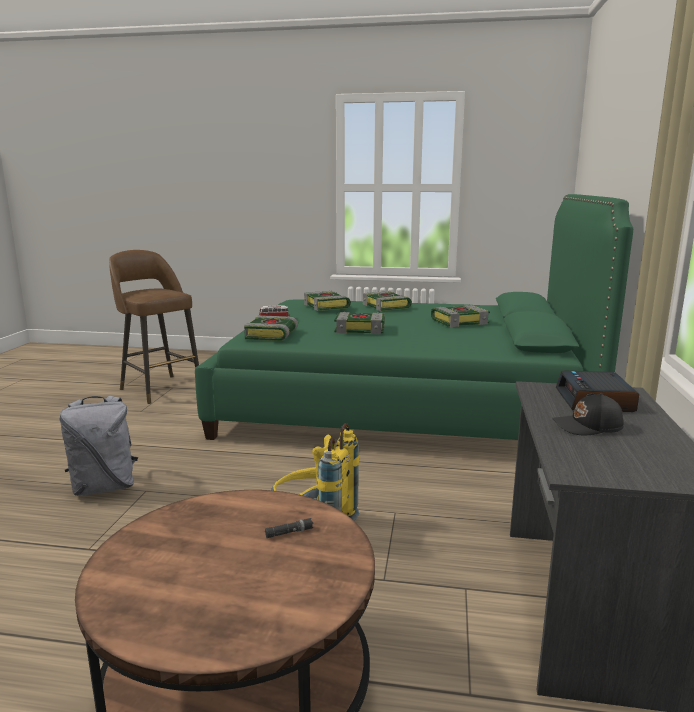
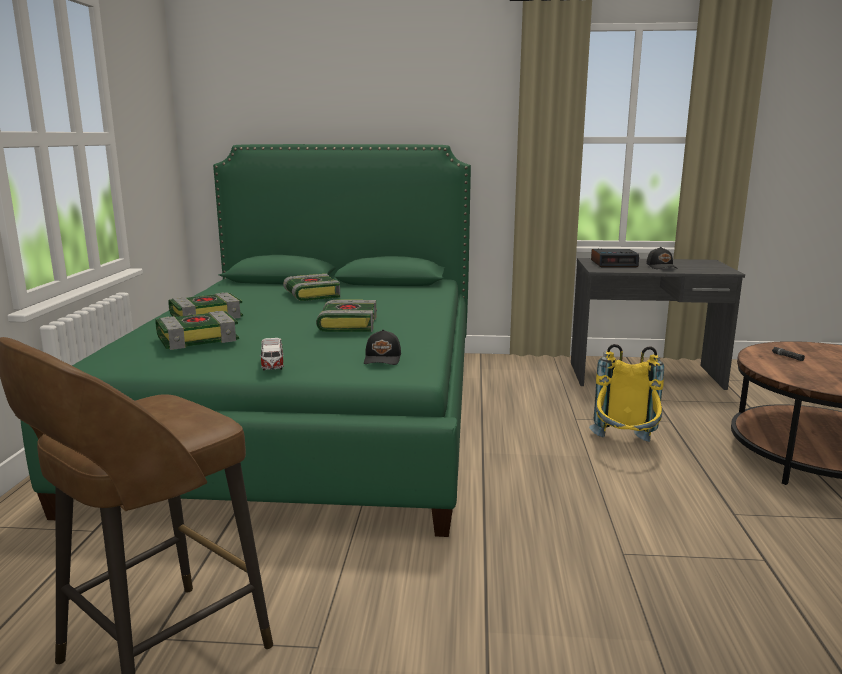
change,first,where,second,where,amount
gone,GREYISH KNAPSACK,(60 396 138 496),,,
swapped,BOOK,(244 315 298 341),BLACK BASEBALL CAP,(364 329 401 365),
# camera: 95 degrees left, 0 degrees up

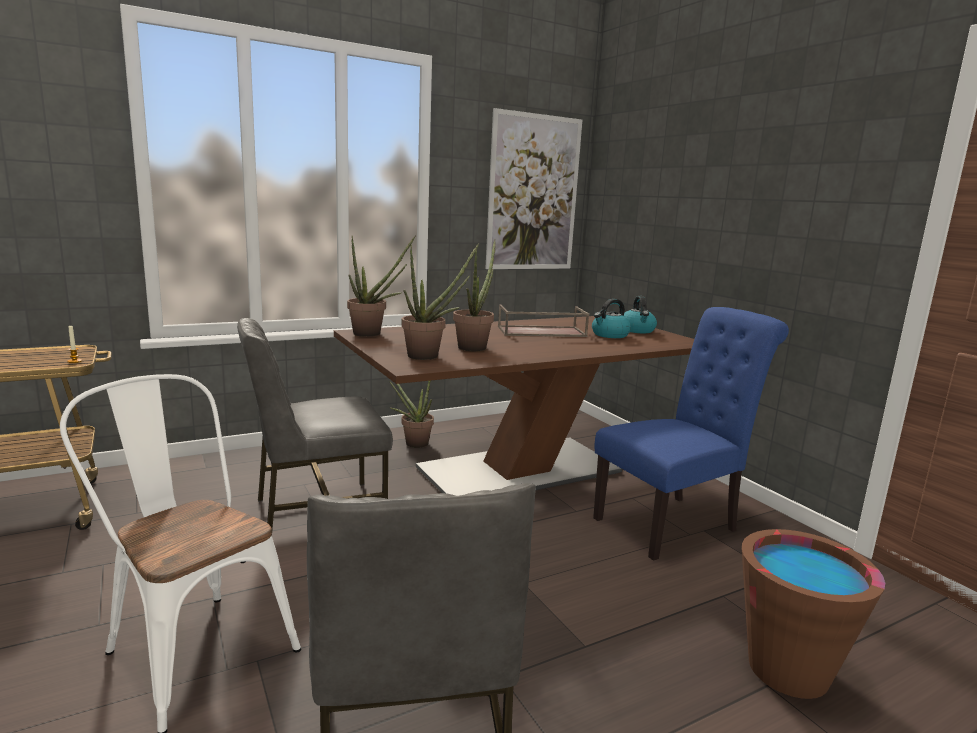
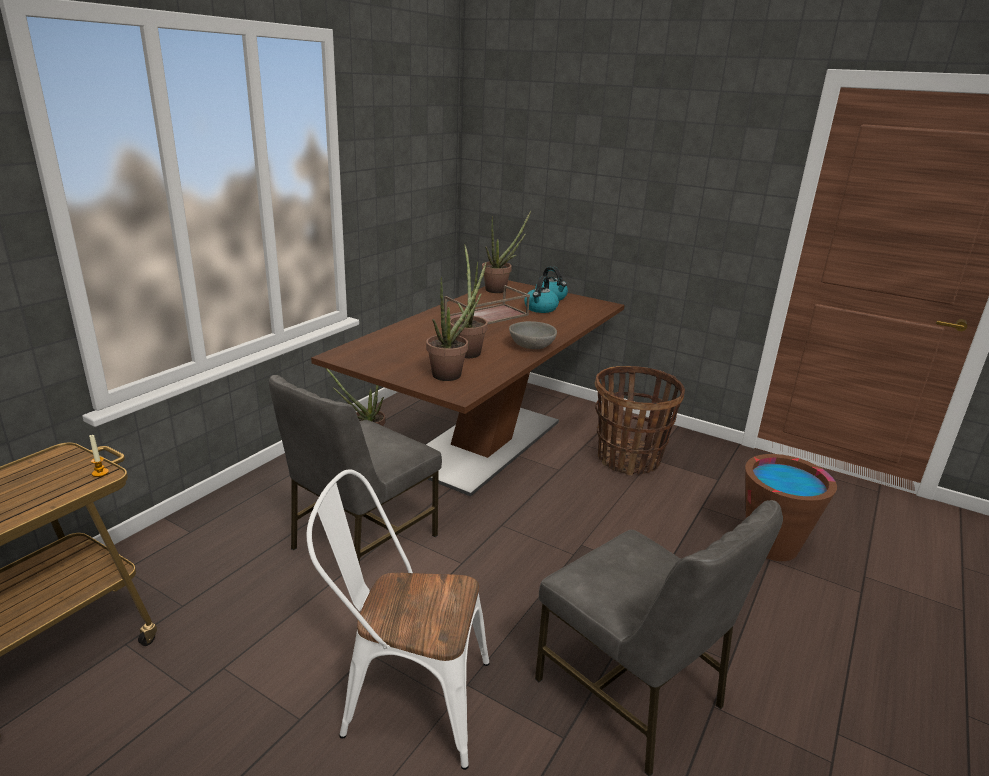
change,first,where,second,where,amount
shifted,PLANT IN A POT,(347 235 416 337),,(482 211 531 293),
gone,WALL PICTURE,(485 108 582 269),,,
swapped,BLUE CHAIR,(593 307 789 561),STORAGE BASKET,(595 366 685 476),
new,,,GREYISH DEEP DISH,(509 321 557 349),
# camera: 30 degrees left, 10 degrees up

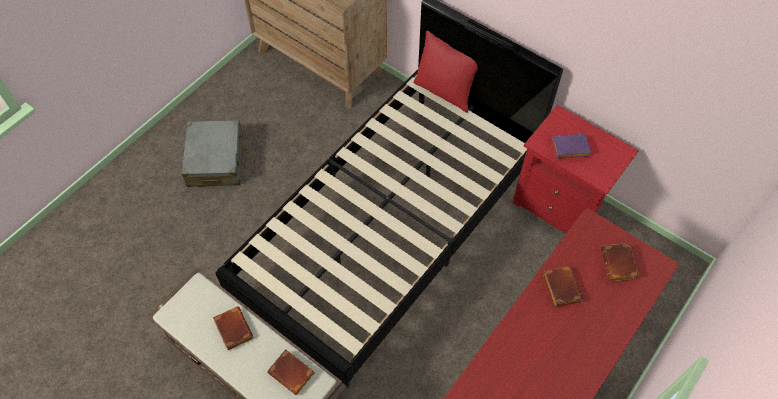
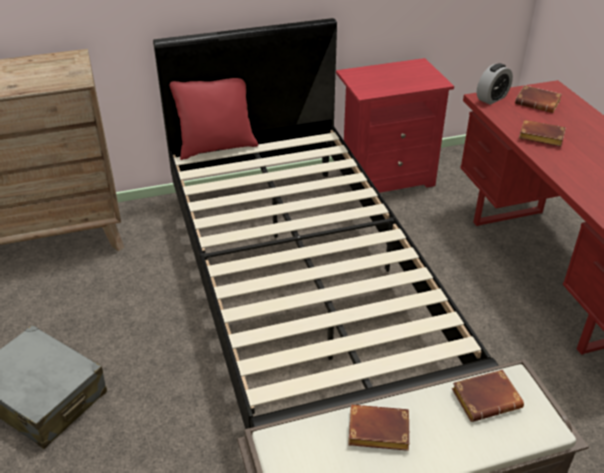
change,first,where,second,where,amount
gone,PURPLISH BOOK,(552 134 591 159),,,
new,,,TABLE CLOCK,(477 63 513 105),
# camera: 55 degrees left, 20 degrees down

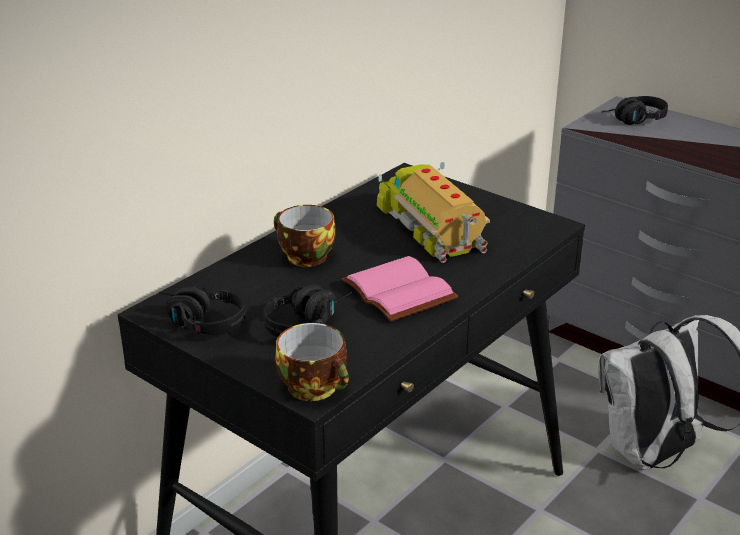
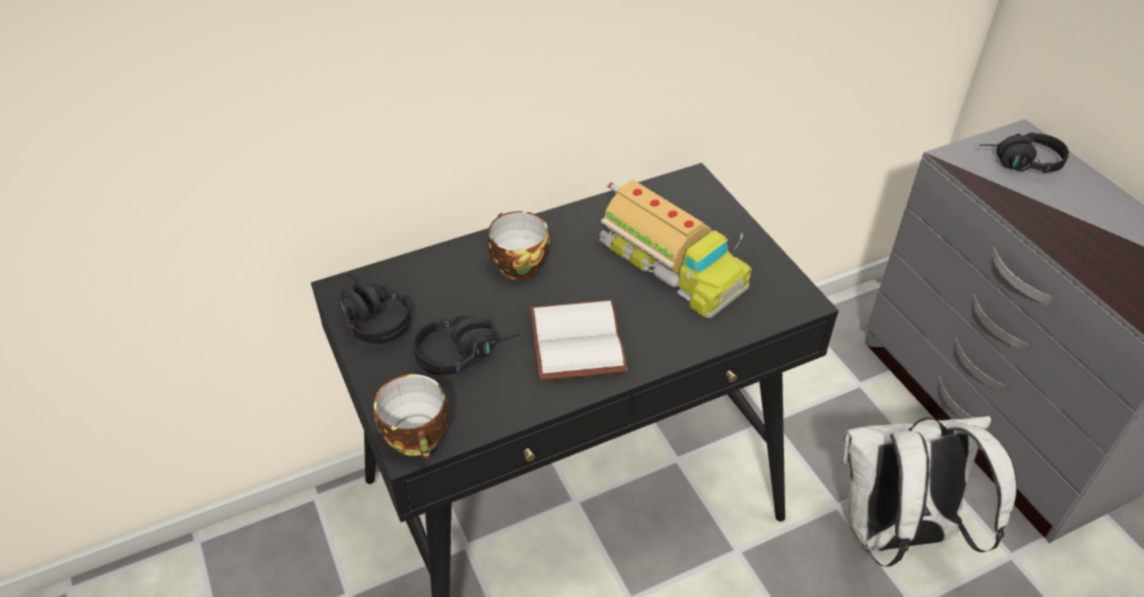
change,first,where,second,where,amount
repainted,PINKISH BOOK,(342 256 458 322),WHITE-COLOURED BOOK,(530 300 627 380),
rotated,TOY TRUCK,(377 162 490 263),,(600 180 752 318),135 degrees clockwise
# camera: 25 degrees right, 15 degrees up

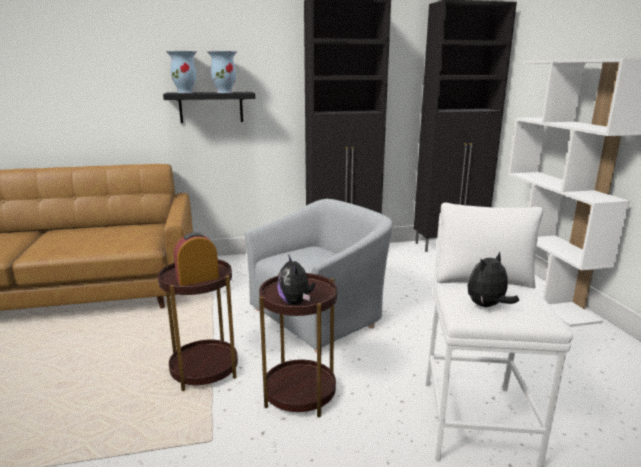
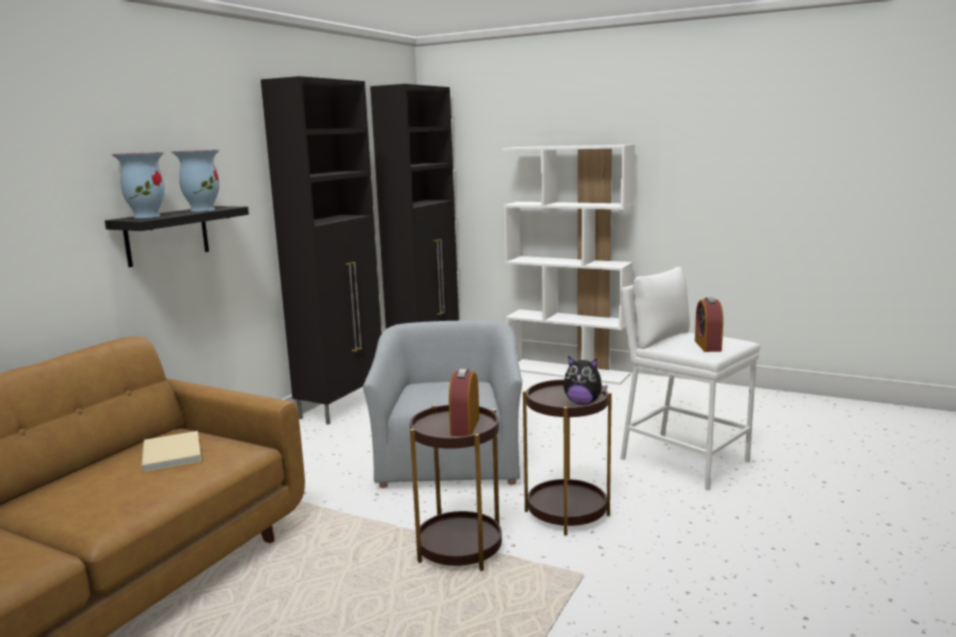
change,first,where,second,where,amount
swapped,PLUSH TOY,(467 251 519 307),TABLE CLOCK,(695 297 723 352),
new,,,BEIGE BOOK,(141 431 201 472),
# camera: 50 degrees left, 5 degrees down

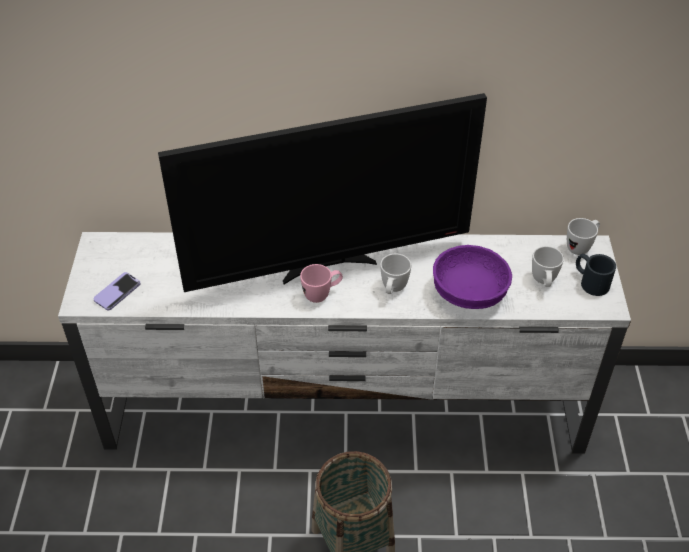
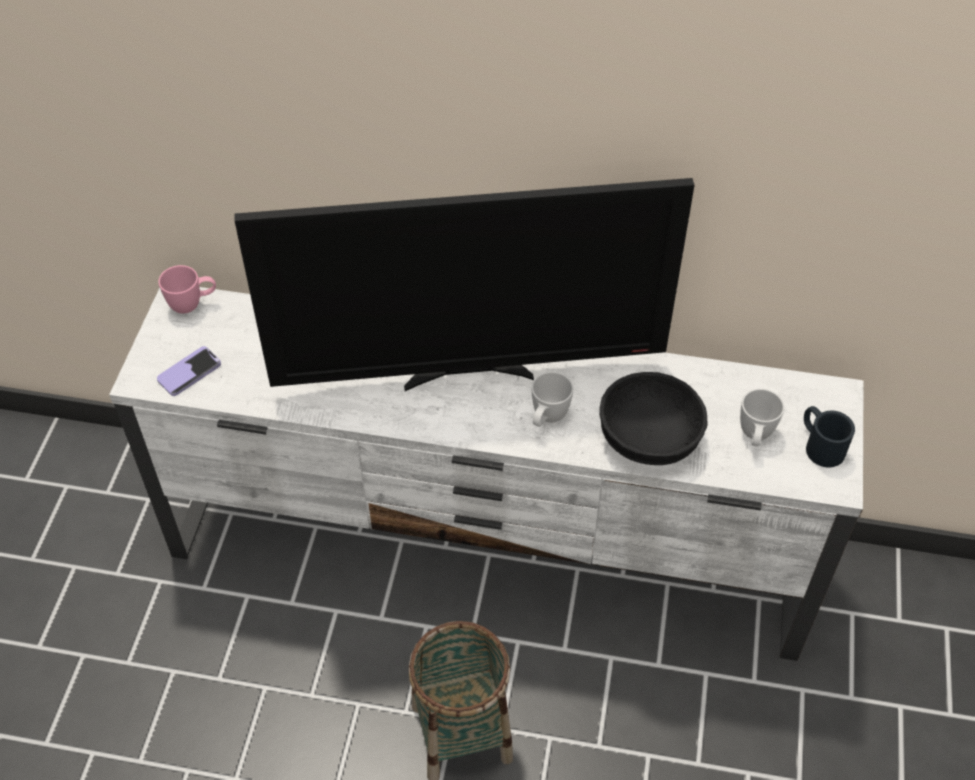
change,first,where,second,where,amount
shifted,PINKISH MUG,(300 264 343 303),,(158 265 216 314),
repainted,PURPLISH DEEP DISH,(433 245 512 309),BLACK DEEP DISH,(599 372 708 465),
gone,WHITE-COLOURED MUG,(567 218 600 255),,,
# camera: 10 degrees right, 5 degrees up

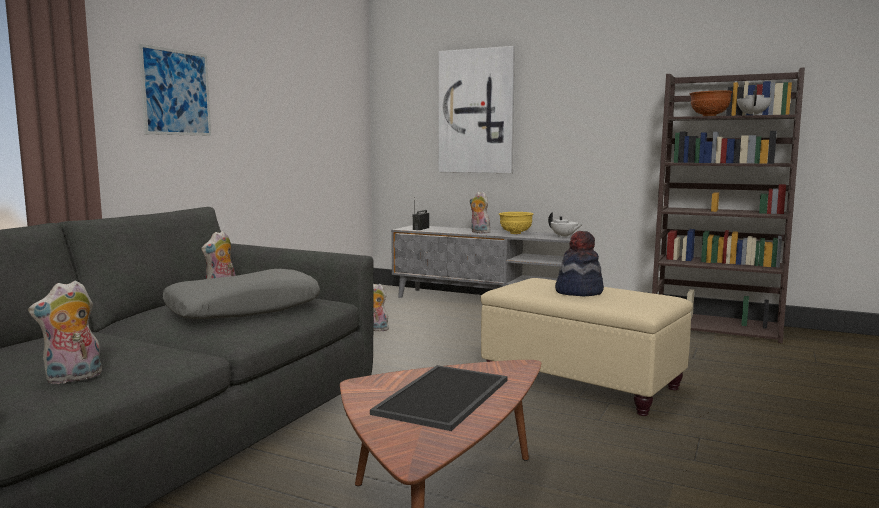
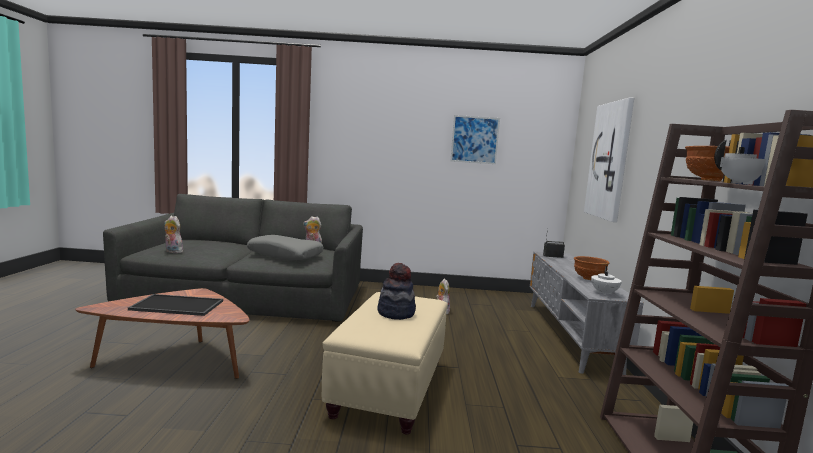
change,first,where,second,where,amount
shifted,WALL PICTURE,(138 44 211 136),,(451 115 500 164),
gone,PLUSH TOY,(469 192 490 233),,,
repainted,YELLOW DEEP DISH,(499 212 533 234),BROWN DEEP DISH,(574 256 609 280),
# camera: 65 degrees right, 0 degrees up

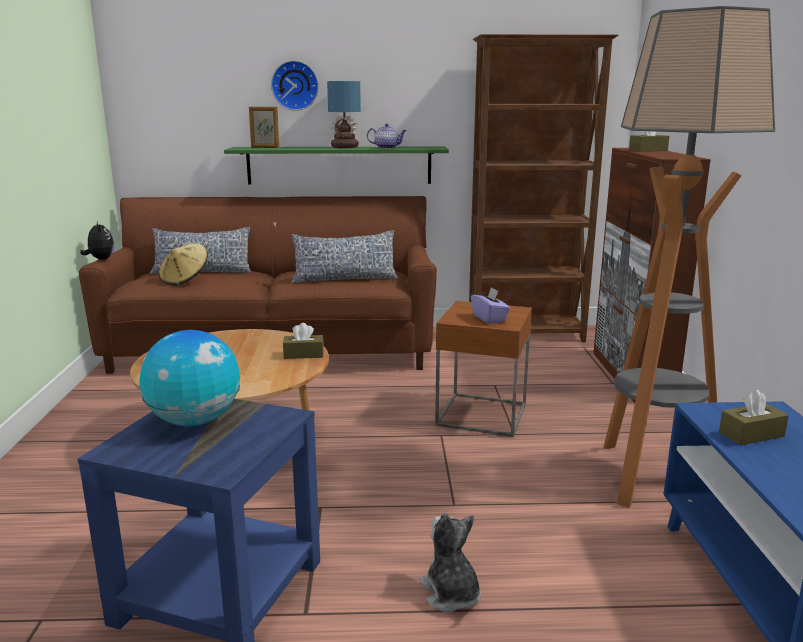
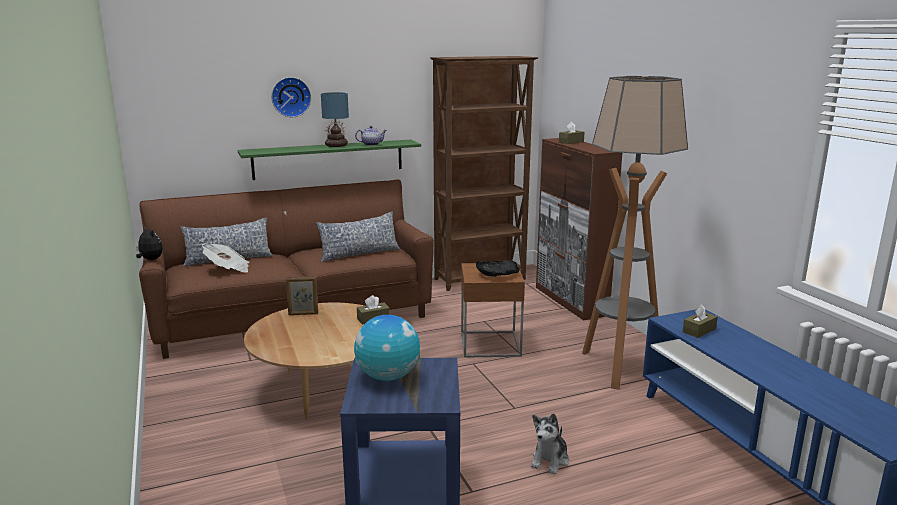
change,first,where,second,where,amount
swapped,BEIGE HAT,(159 243 208 286),NEWSPAPER,(202 243 249 273),
shifted,PHOTO FRAME,(249 107 279 148),,(286 276 318 315),
rotated,PLUSH TOY,(420 513 481 612),,(531 413 569 475),105 degrees counterclockwise
swapped,PURPLISH TISSUE BOX,(471 287 510 324),BLACK DEEP DISH,(476 260 520 277),
# camera: 20 degrees left, 0 degrees up

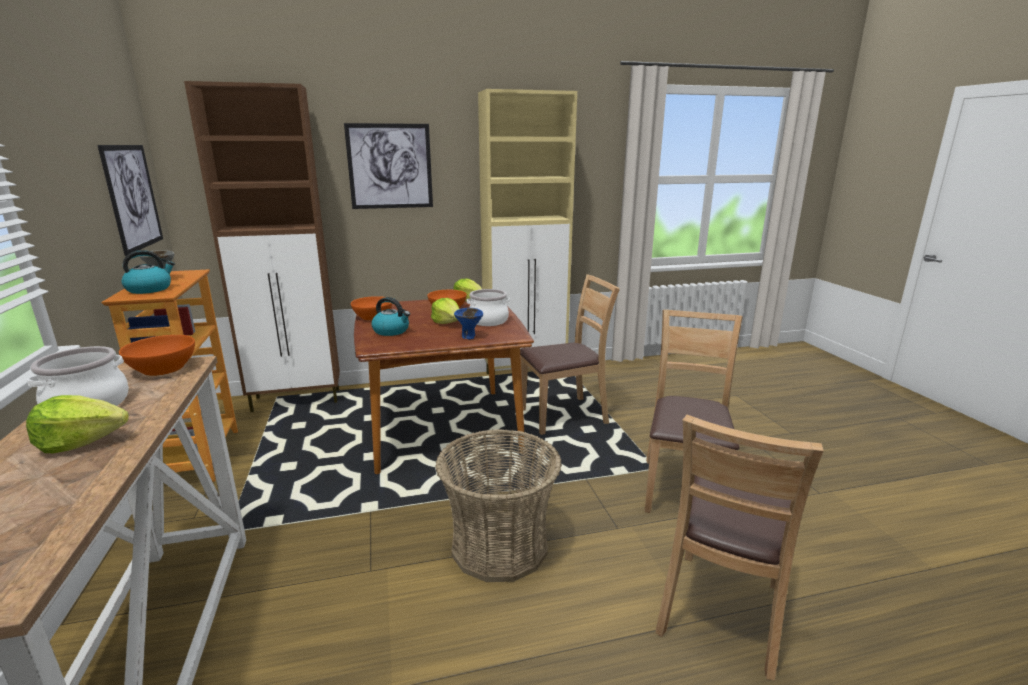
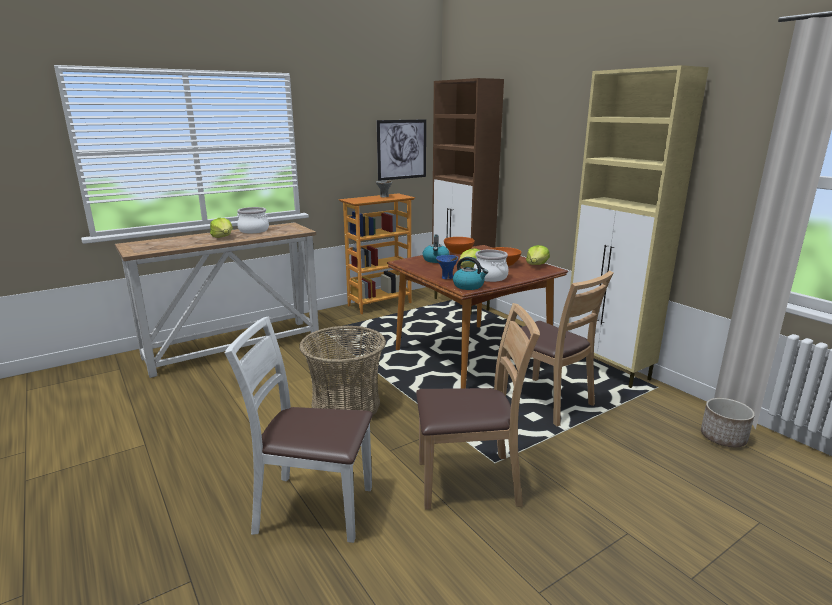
change,first,where,second,where,amount
gone,ORANGE-COLOURED DEEP DISH,(119 335 195 376),,,
shifted,KETTLE,(122 250 175 294),,(453 257 488 290),
gone,WALL PICTURE,(344 123 433 209),,,
repainted,BROWN CHAIR,(655 415 824 681),WHITE-COLOURED CHAIR,(225 316 373 543),
new,,,PLANTER,(701 398 755 447),
# camera: 70 degrees right, 0 degrees up

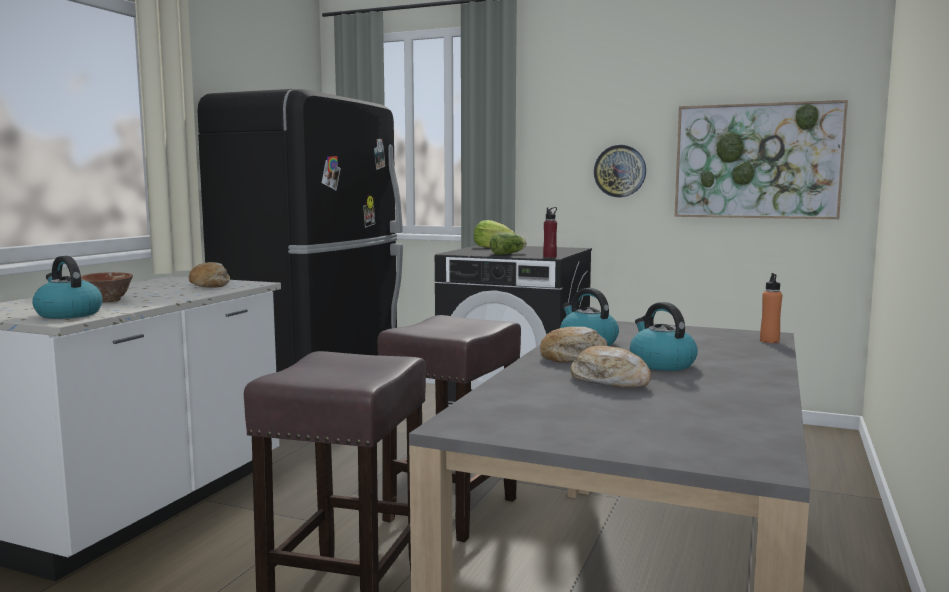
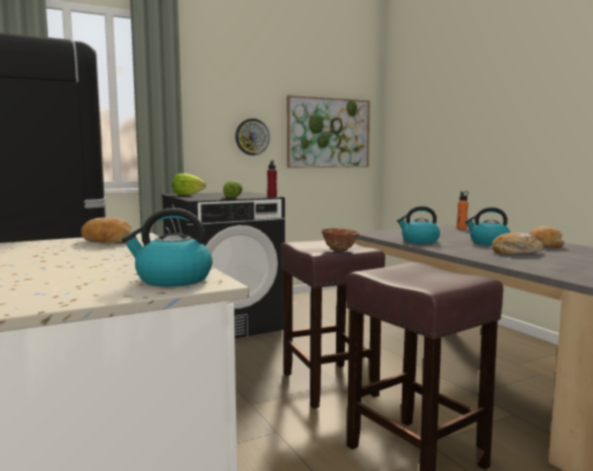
change,first,where,second,where,amount
shifted,DEEP DISH,(81 272 133 303),,(321 228 360 251),
shifted,BREAD,(540 327 607 363),,(529 226 565 248),
# camera: 50 degrees left, 0 degrees up

